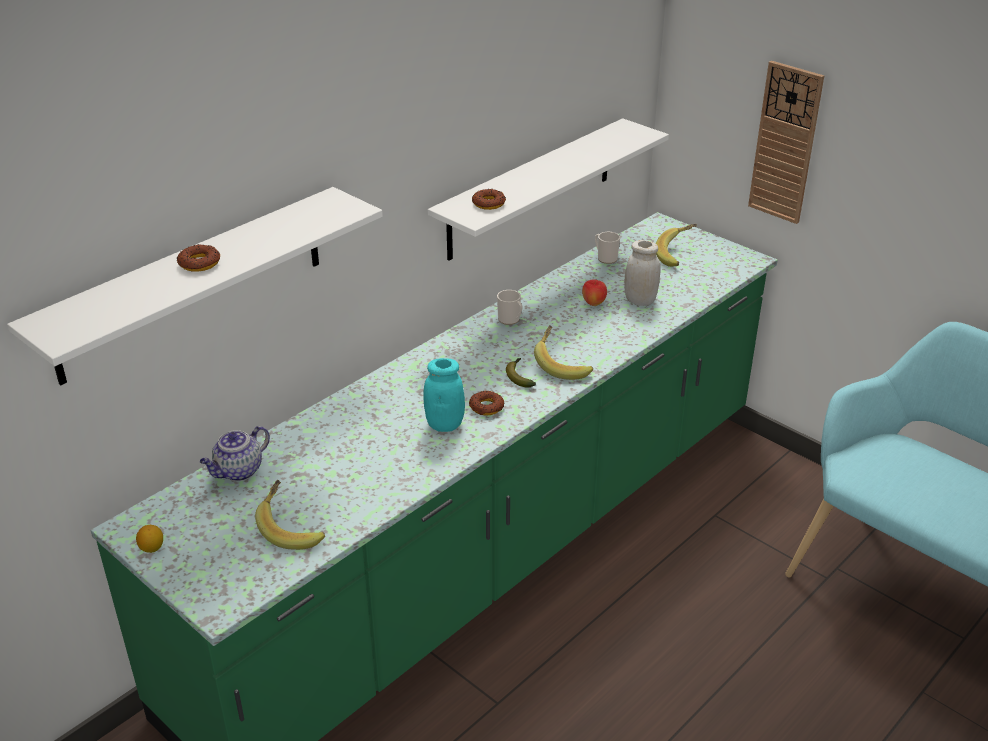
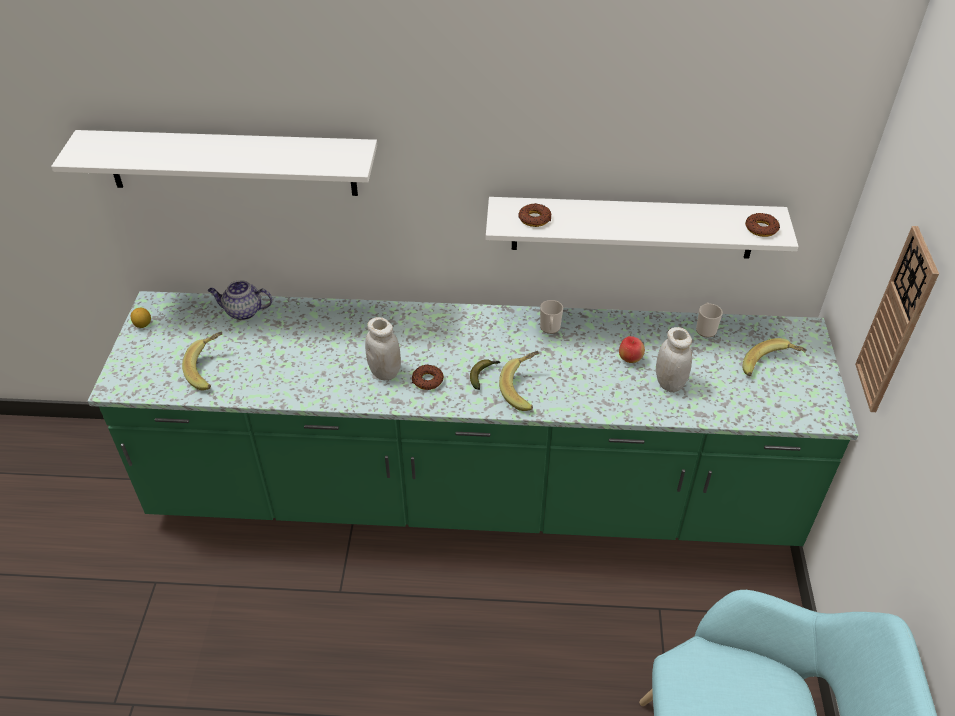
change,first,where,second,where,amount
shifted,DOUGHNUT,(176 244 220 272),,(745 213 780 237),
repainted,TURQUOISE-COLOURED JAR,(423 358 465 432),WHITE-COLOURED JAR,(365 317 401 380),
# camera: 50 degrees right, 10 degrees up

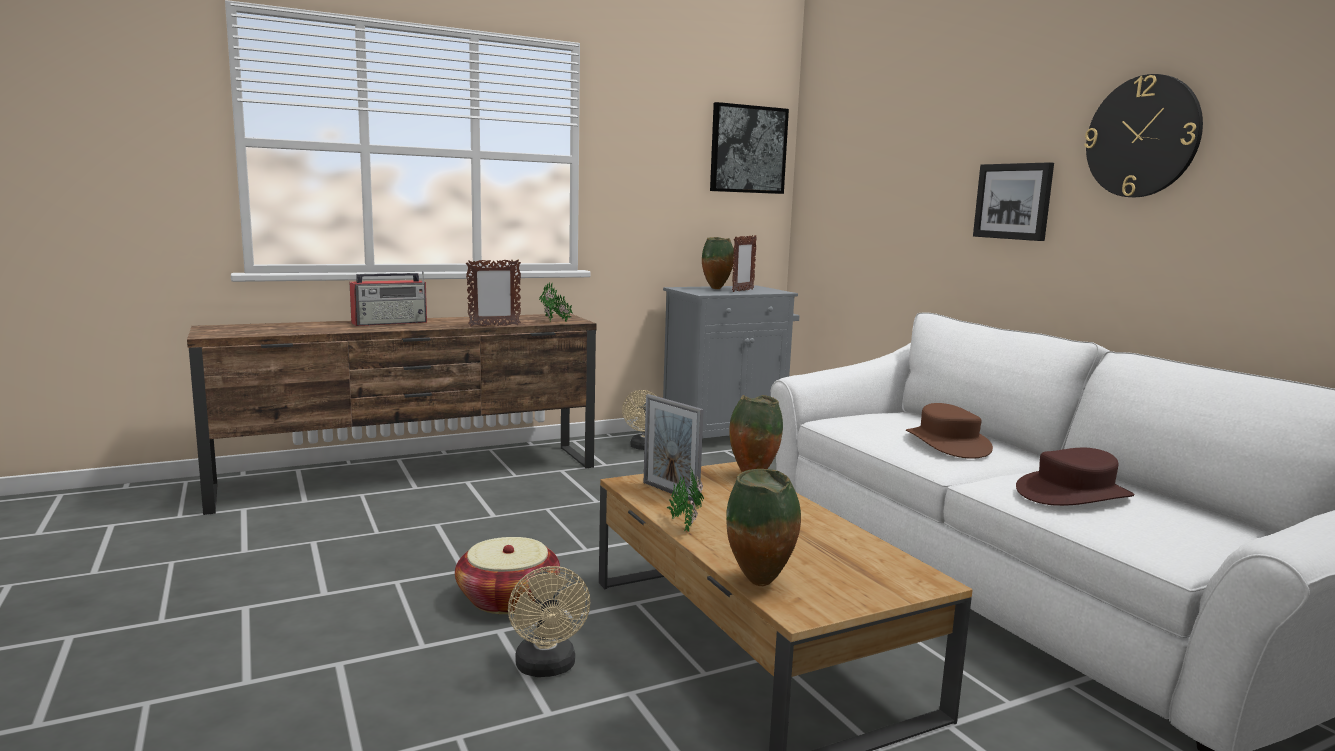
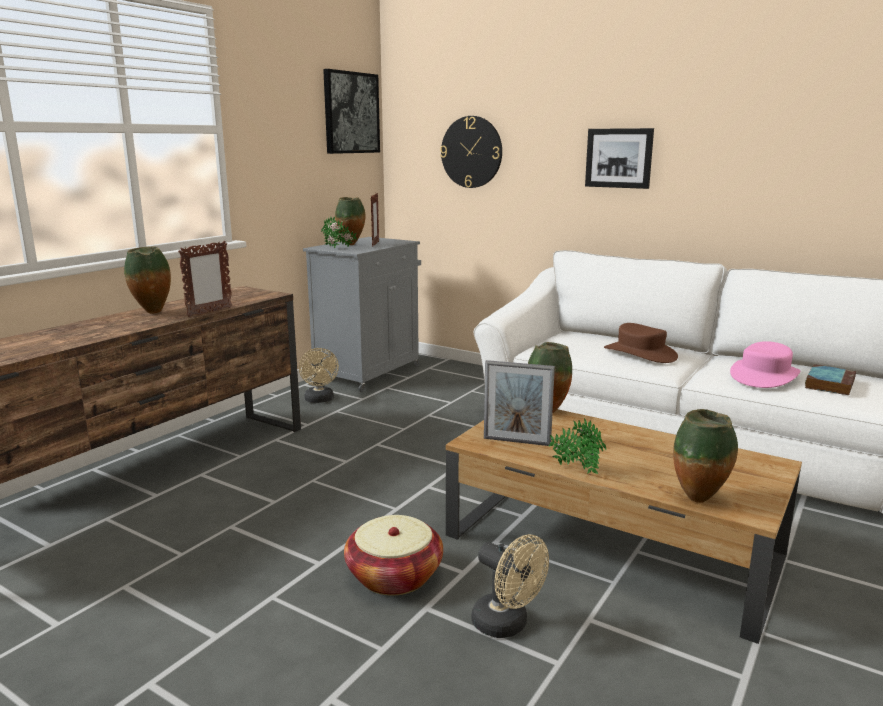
change,first,where,second,where,amount
gone,RADIO SET,(349 271 427 326),,,
shifted,PLANT IN A POT,(539 282 573 322),,(321 217 357 249),
repainted,BROWN HAT,(1016 448 1134 506),PINKISH HAT,(730 341 800 388),
shifted,HANGING CLOCK,(1084 74 1203 197),,(440 116 502 188),
new,,,DECORATIVE VASE,(124 246 171 314),
new,,,BOOK,(805 364 856 395),
# camera: 30 degrees left, 5 degrees up

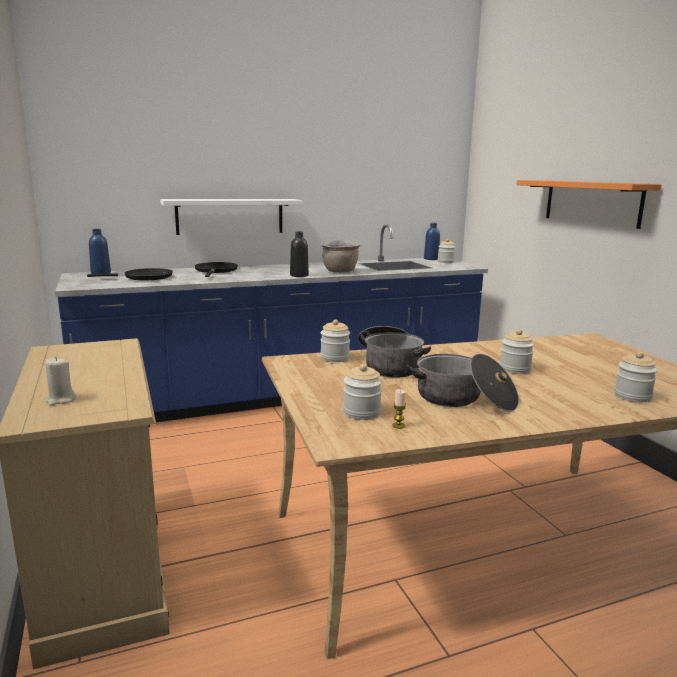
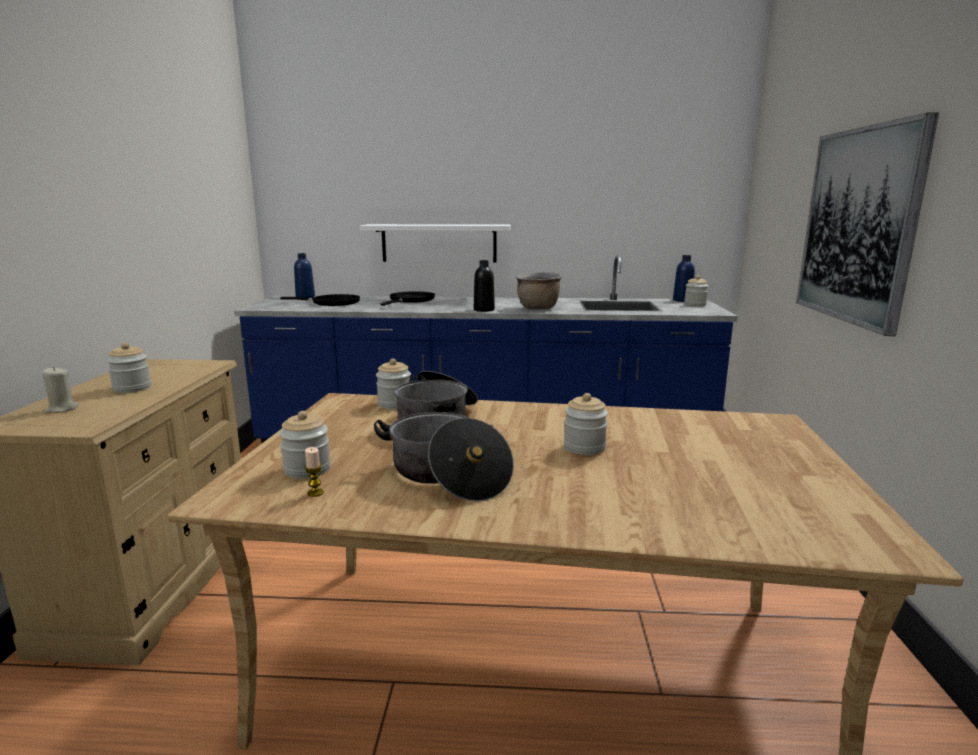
change,first,where,second,where,amount
swapped,ORANGE-COLOURED SHELF,(516 180 661 229),WALL PICTURE,(796 112 939 336),
shifted,JAR,(614 352 658 402),,(107 343 151 393),
# camera: 25 degrees right, 0 degrees up

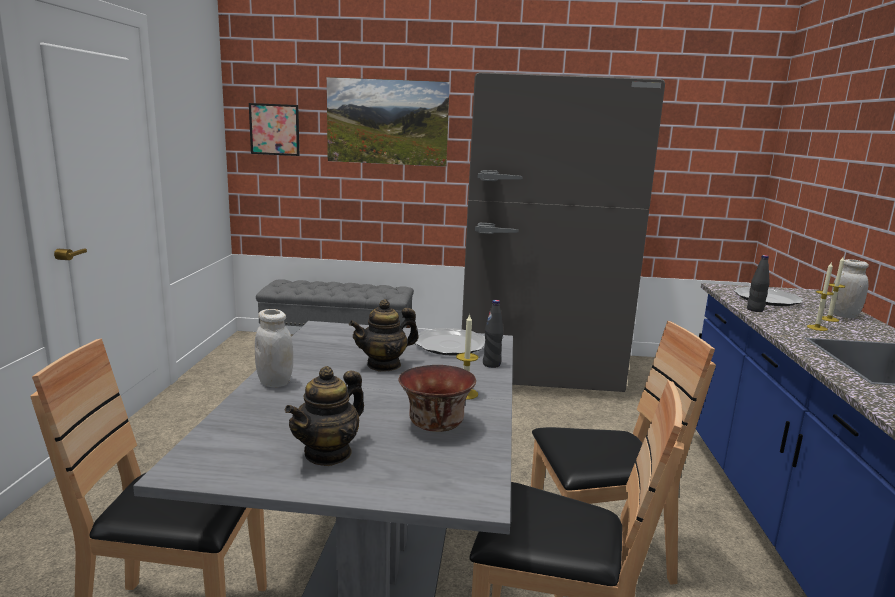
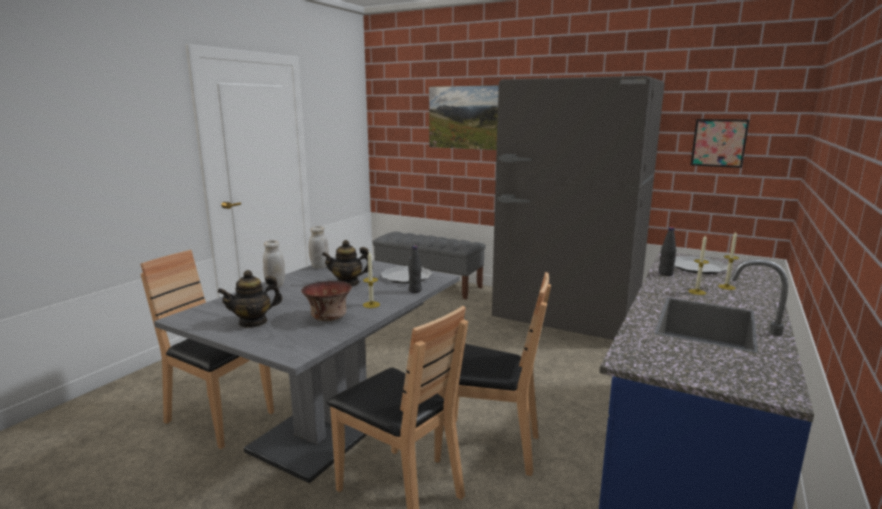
change,first,where,second,where,amount
shifted,WALL PICTURE,(249 103 300 156),,(691 119 749 168),
shifted,WHITE-COLOURED JAR,(830 259 869 318),,(309 226 329 268),
# camera: 25 degrees right, 0 degrees up

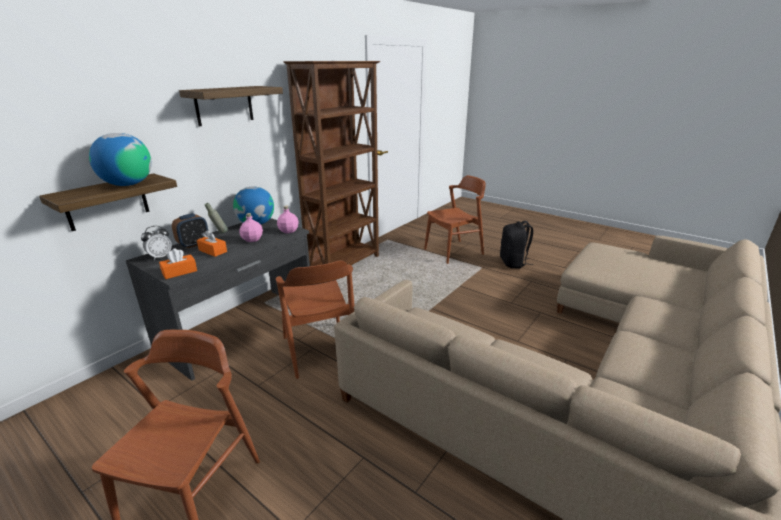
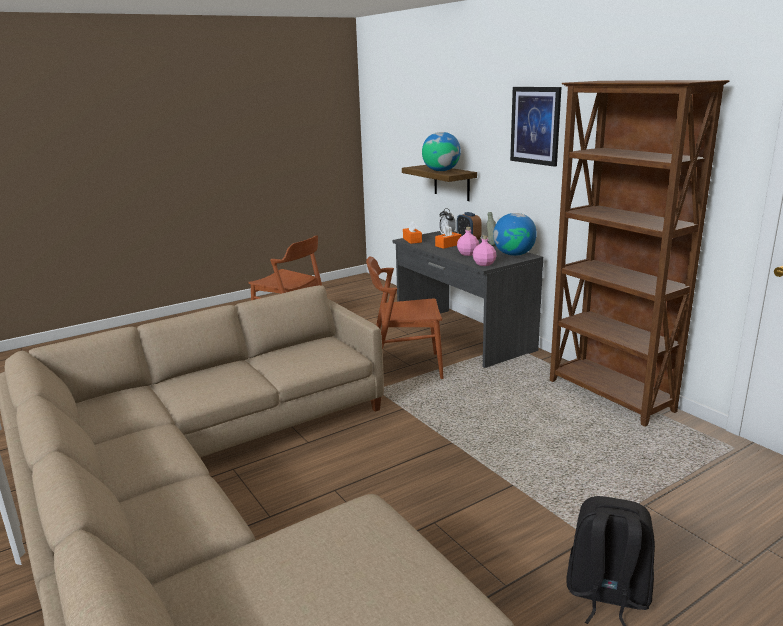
change,first,where,second,where,amount
swapped,SHELF,(179 86 283 126),WALL PICTURE,(510 87 562 167),
gone,BROWN CHAIR,(424 175 486 264),,,
# camera: 110 degrees right, 5 degrees down

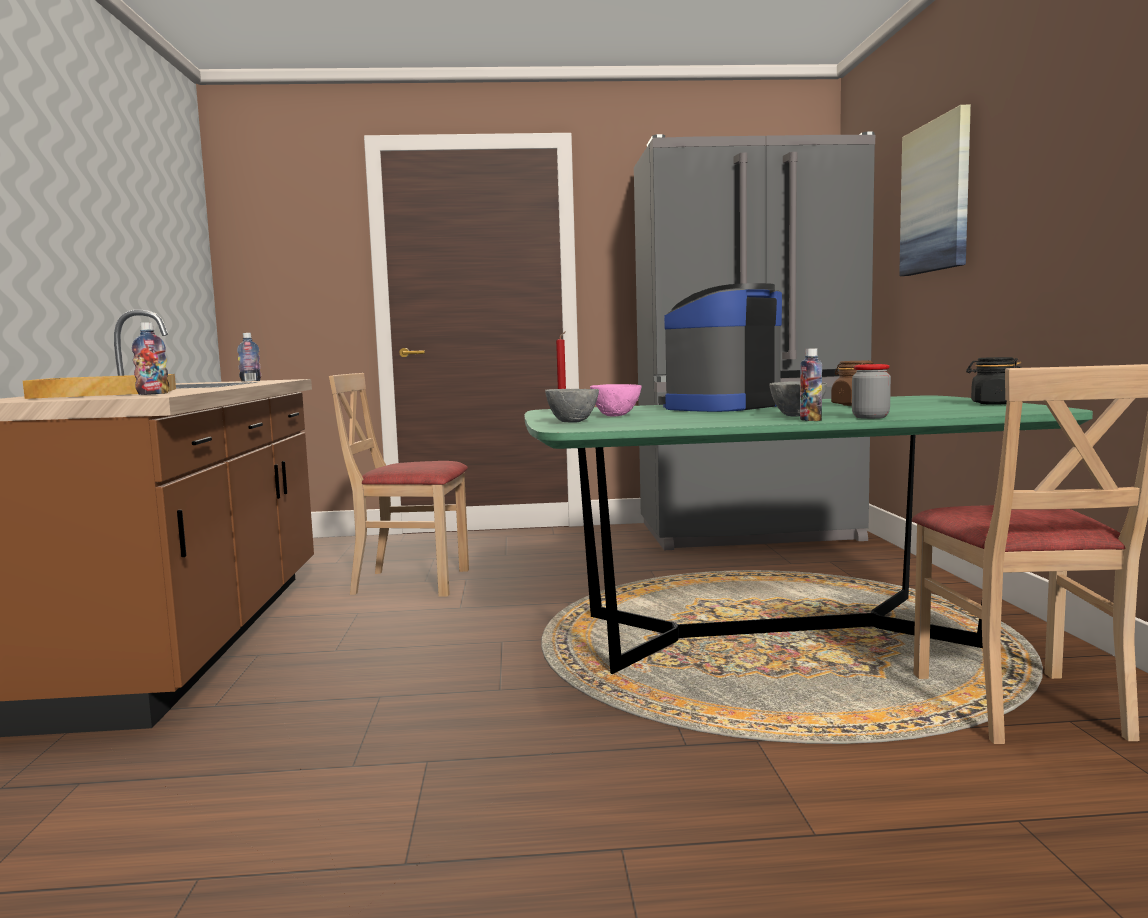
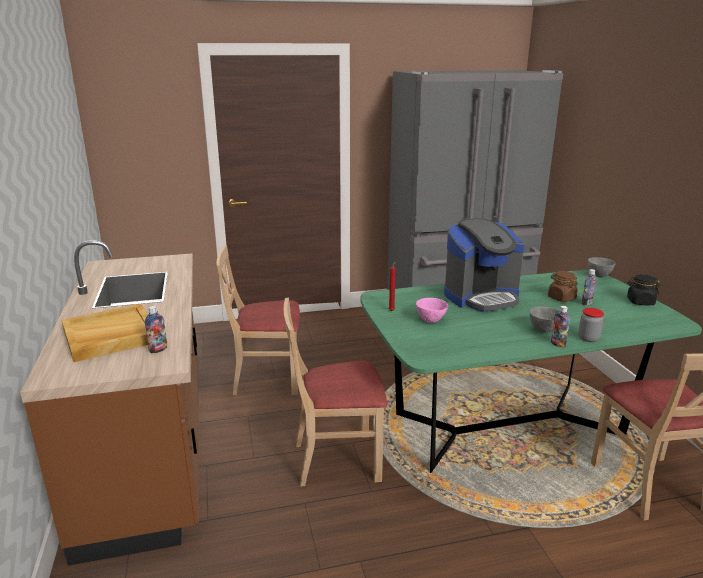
change,first,where,second,where,amount
shifted,BOTTLE,(237 333 261 382),,(581 269 597 305),
shifted,GREYISH DEEP DISH,(545 389 599 423),,(588 257 616 277),
rotated,COFFEE MAKER,(658 283 782 412),,(444 218 525 312),150 degrees counterclockwise
gone,WALL PICTURE,(899 105 971 276),,,
new,,,BEIGE CHAIR,(284 298 387 487),
# camera: 10 degrees left, 15 degrees up

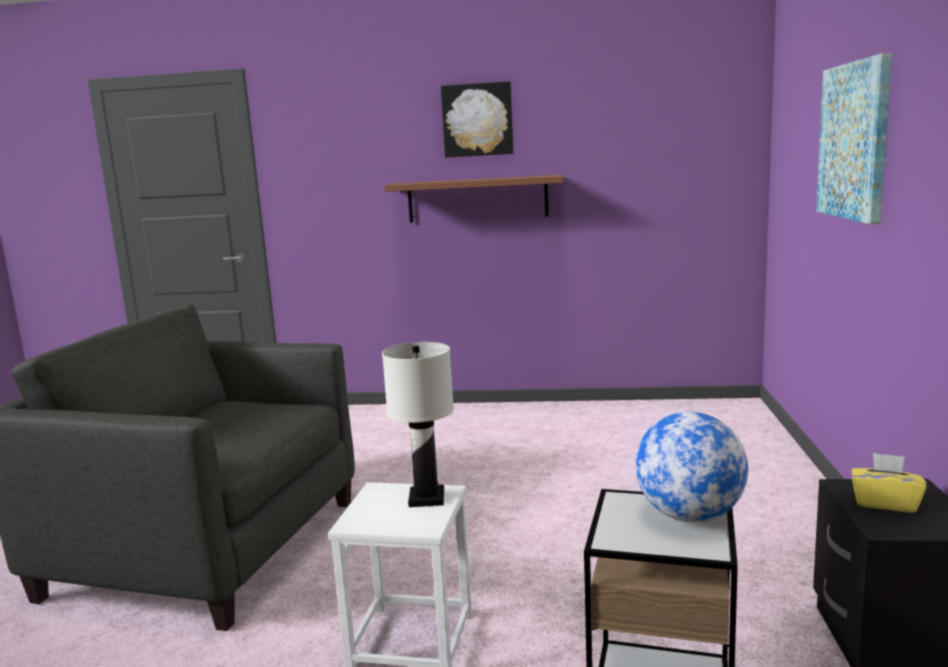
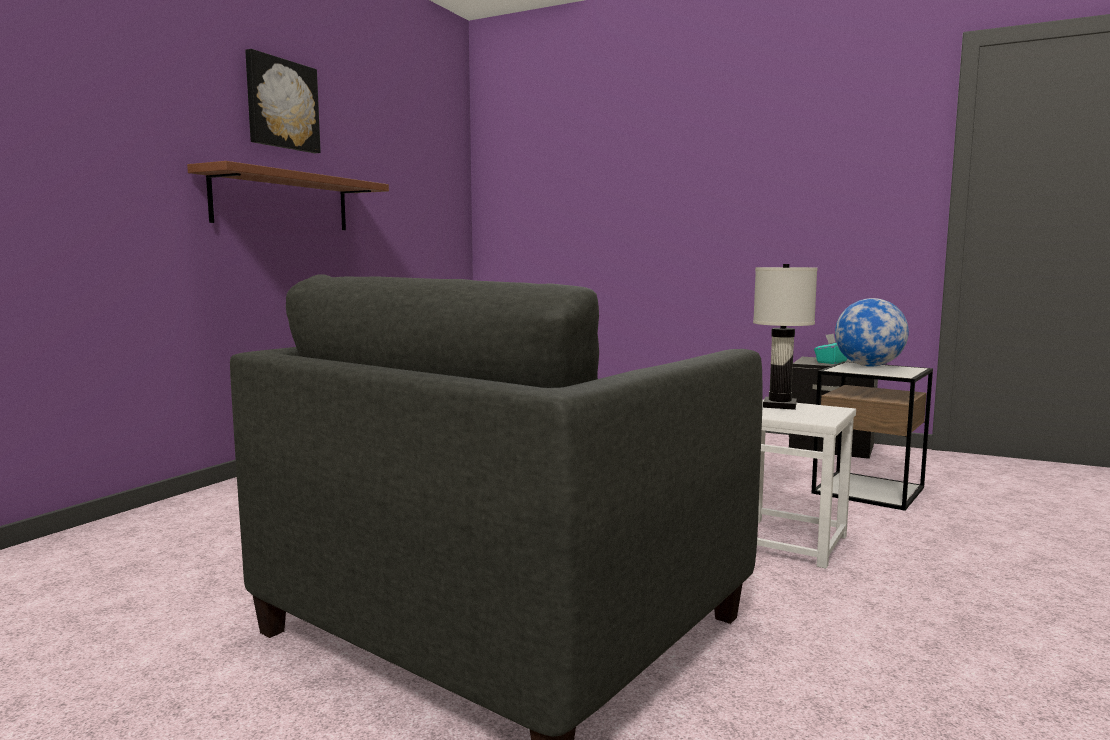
change,first,where,second,where,amount
gone,WALL PICTURE,(816 53 892 224),,,
repainted,YELLOW TISSUE BOX,(851 453 927 513),TURQUOISE-COLOURED TISSUE BOX,(814 333 848 364),
# camera: 70 degrees left, 5 degrees down

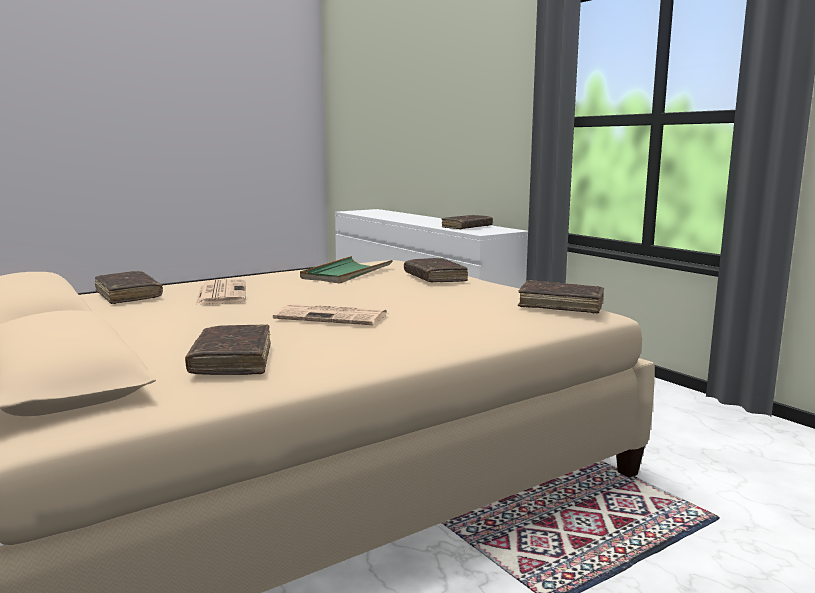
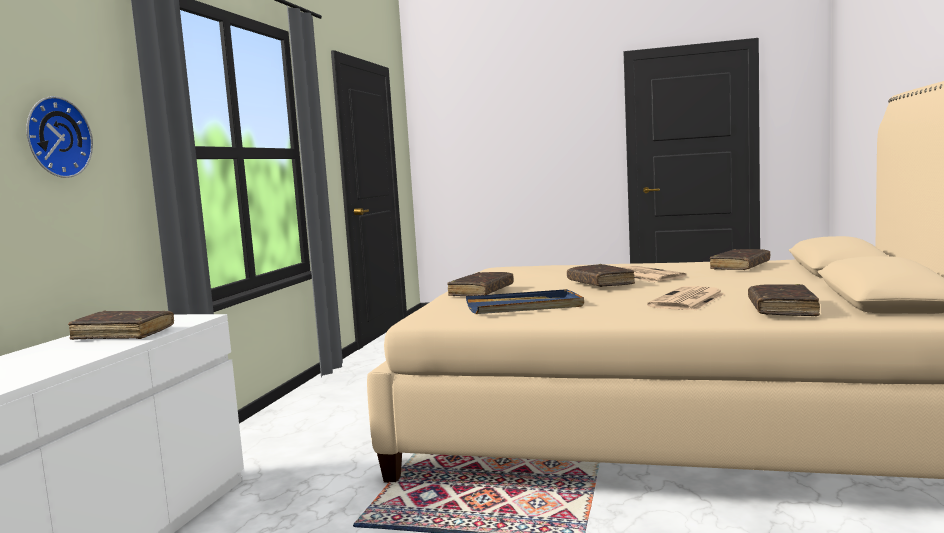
change,first,where,second,where,amount
repainted,GREEN-COLOURED CARRYING TRAY,(300 256 393 283),BLUE CARRYING TRAY,(466 289 584 314),
shifted,BROWN BOOK,(518 280 604 314),,(567 264 635 287),
new,,,HANGING CLOCK,(26 96 93 178),
# camera: 130 degrees left, 5 degrees down

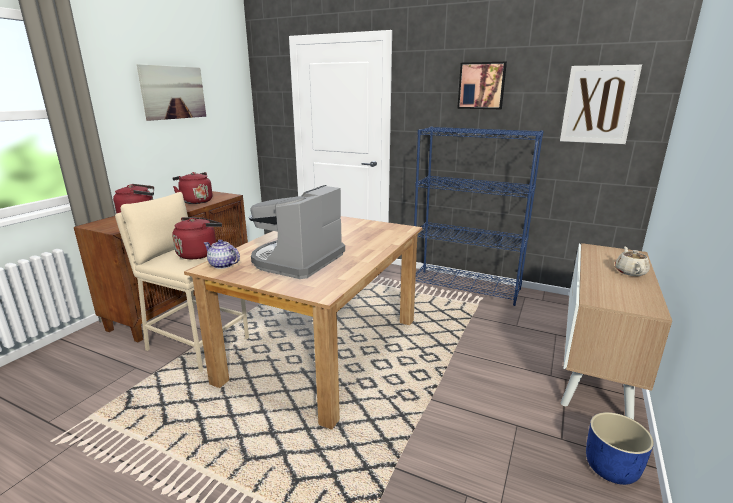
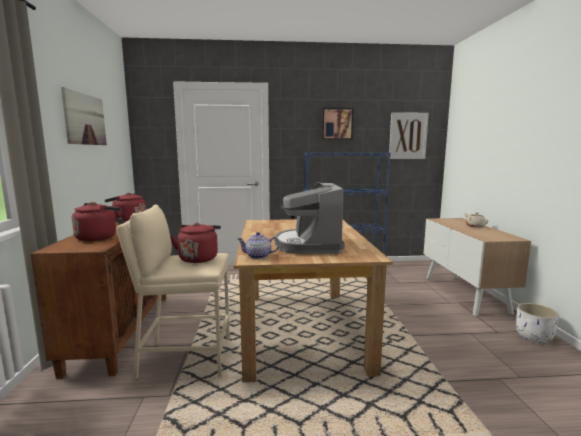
change,first,where,second,where,amount
repainted,BLUE PLANTER,(586 412 654 485),WHITE-COLOURED PLANTER,(516 303 559 343),
# camera: 30 degrees left, 10 degrees down

